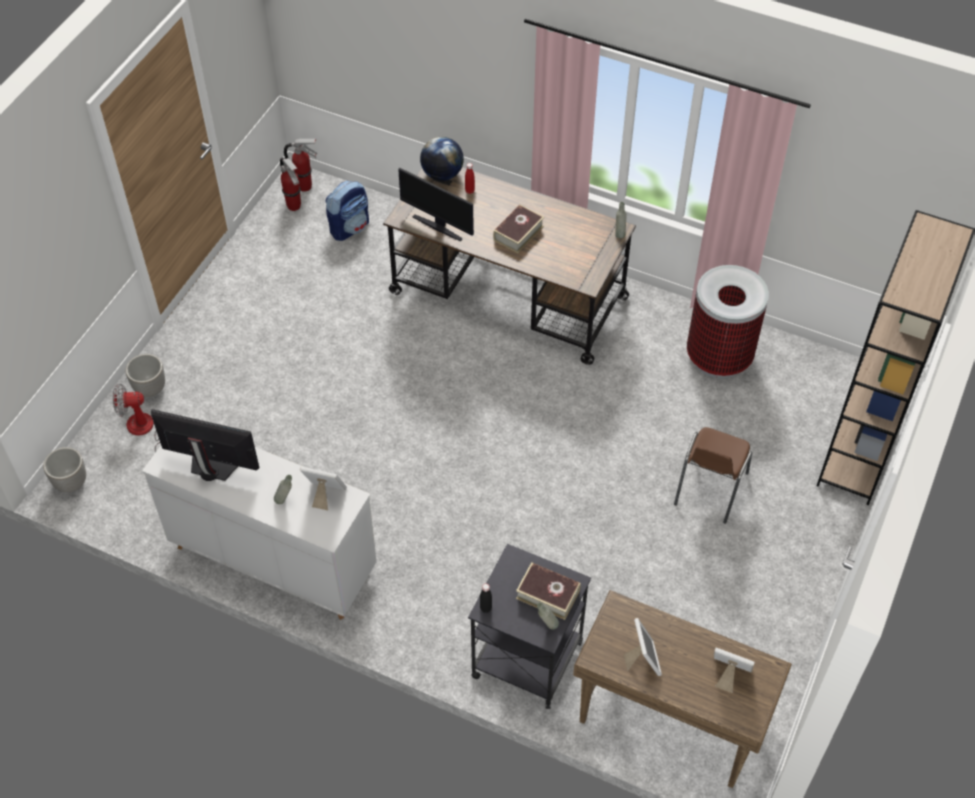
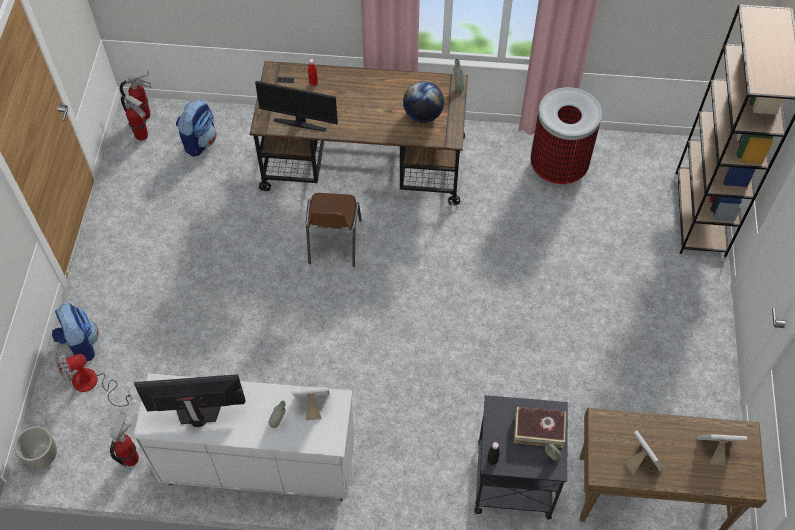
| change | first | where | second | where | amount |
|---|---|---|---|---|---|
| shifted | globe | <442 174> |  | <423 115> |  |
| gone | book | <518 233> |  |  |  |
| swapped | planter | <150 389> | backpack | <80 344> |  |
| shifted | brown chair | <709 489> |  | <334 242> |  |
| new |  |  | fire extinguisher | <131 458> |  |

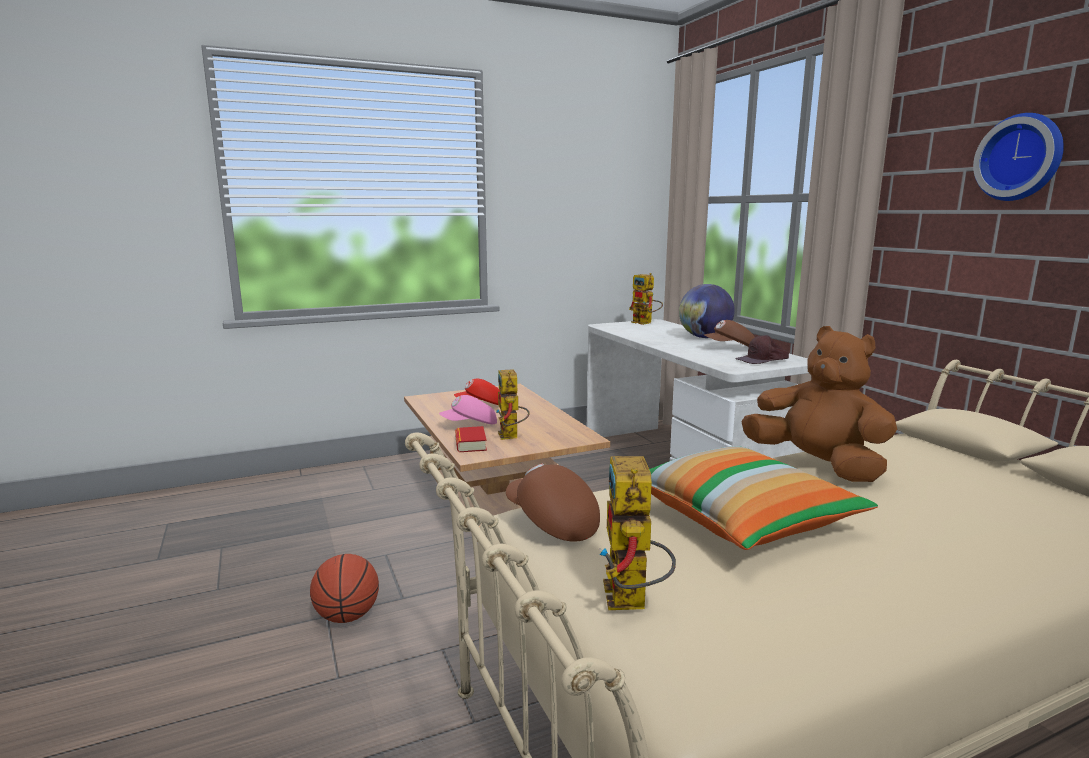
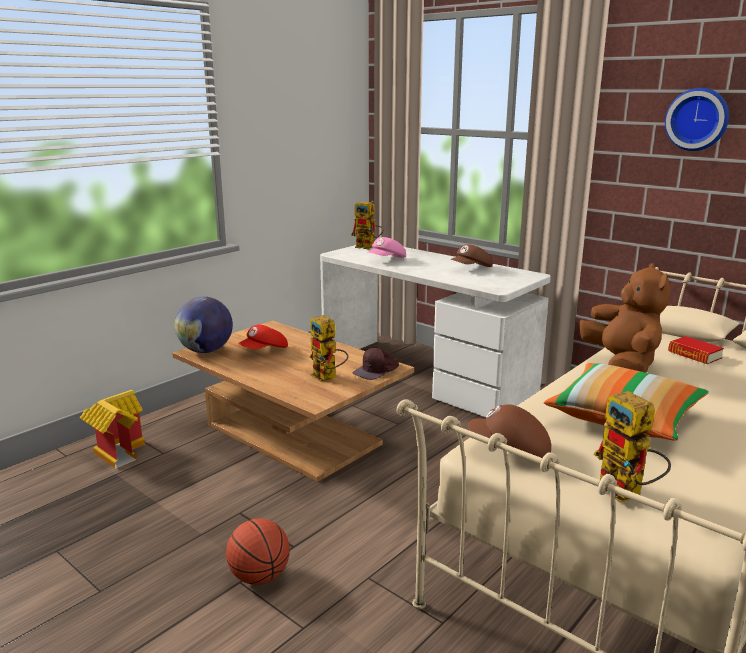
| change | first | where | second | where | amount |
|---|---|---|---|---|---|
| shifted | globe | <704 337> |  | <206 351> |  |
| rotated | brown plush toy | <816 465> |  | <621 365> | 60 degrees clockwise |
| shifted | brown cap | <762 360> |  | <377 370> |  |
| shifted | pink cap | <470 425> |  | <387 260> |  |
| shifted | book | <470 444> |  | <694 355> |  |
| new |  |  | toy house | <118 451> |  |

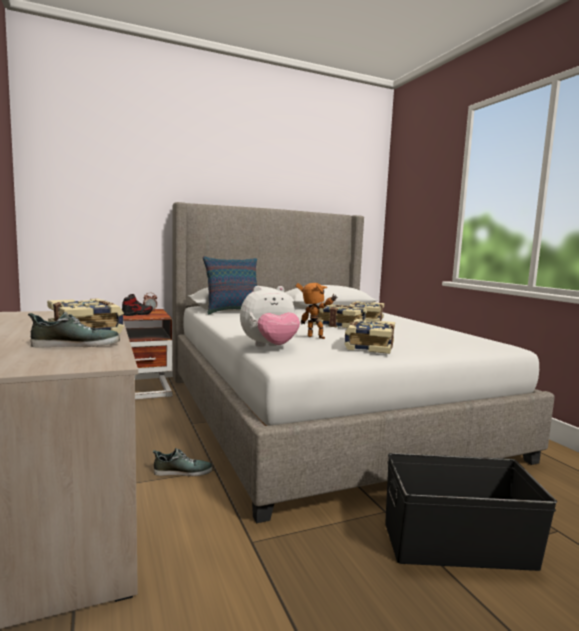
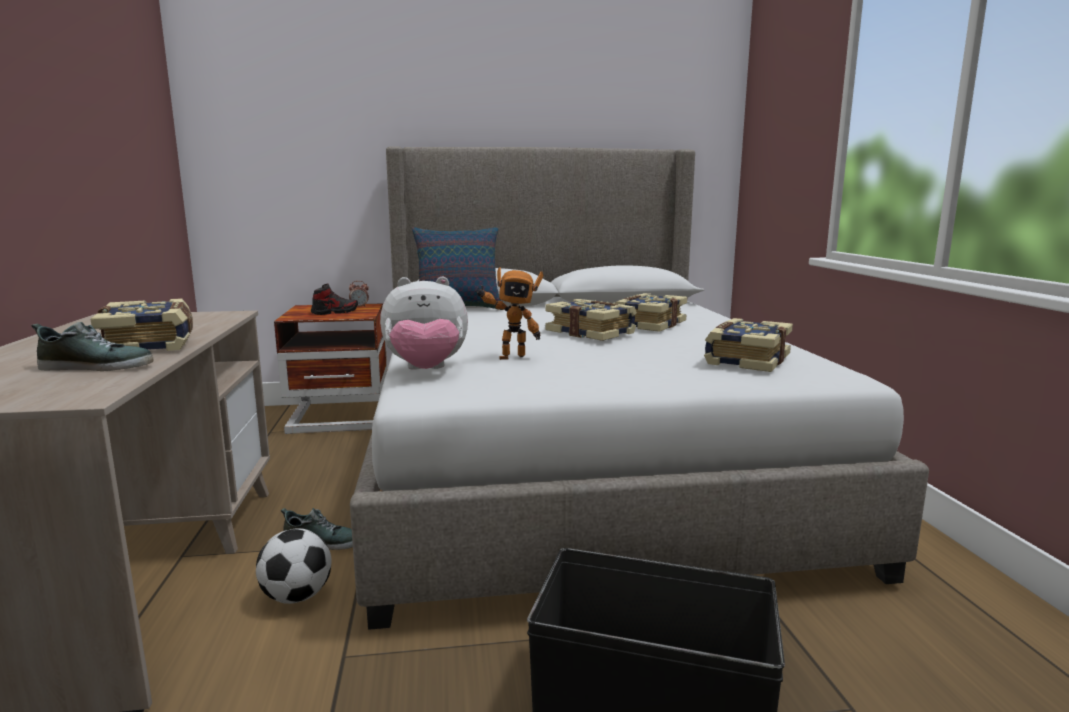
| change | first | where | second | where | amount |
|---|---|---|---|---|---|
| rotated | toy robot | <315 338> |  | <510 357> | 120 degrees clockwise |
| shifted | book | <368 346> |  | <745 360> |  |
| new |  |  | football | <297 596> |  |

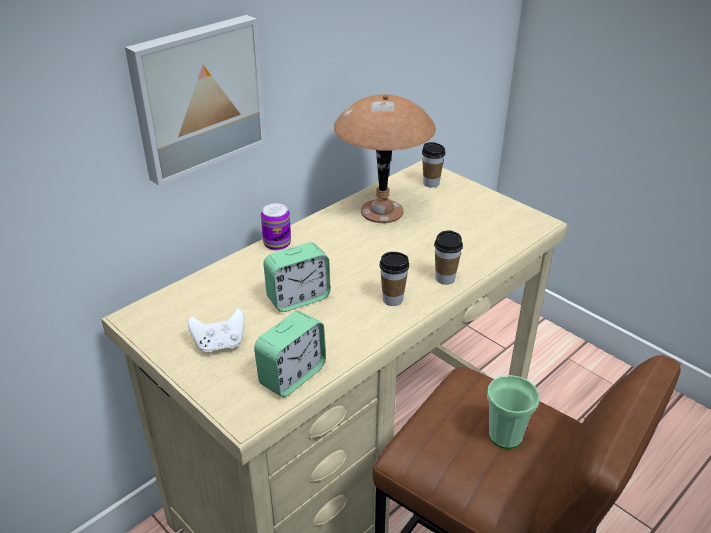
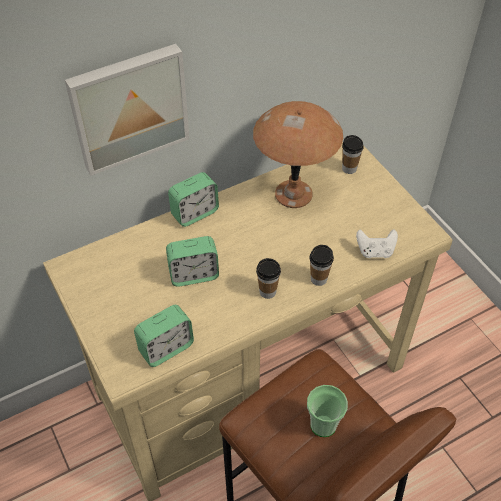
| change | first | where | second | where | amount |
|---|---|---|---|---|---|
| swapped | can | <277 243> | alarm clock | <194 213> |  |
| shifted | white game controller | <219 344> |  | <375 251> |  |

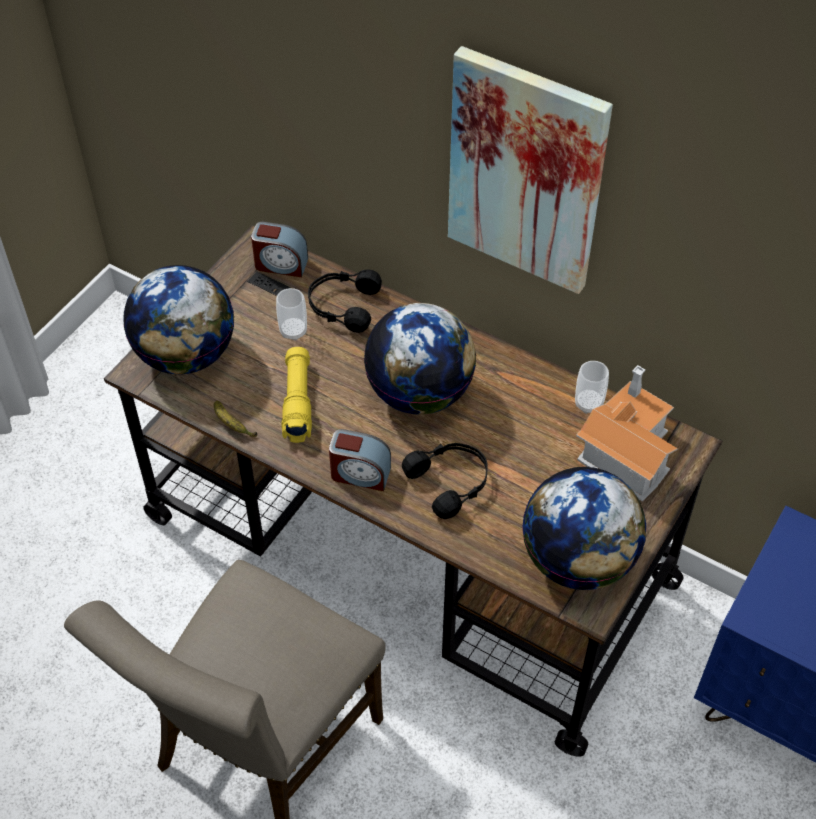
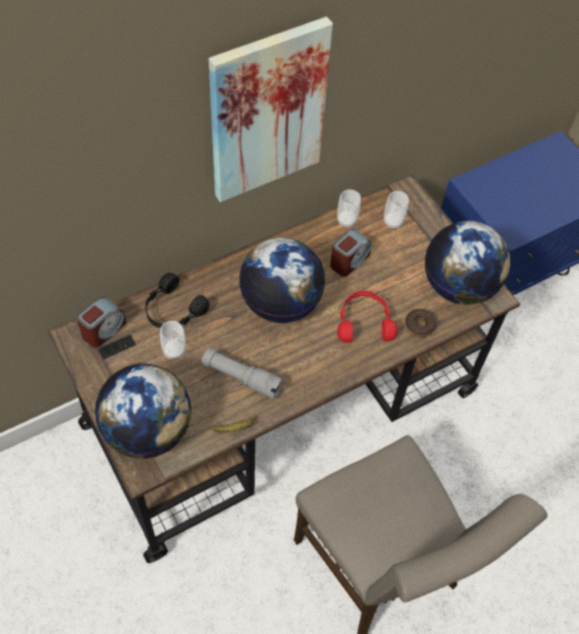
| change | first | where | second | where | amount |
|---|---|---|---|---|---|
| repainted | yellow flashlight | <298 402> | grey flashlight | <241 378> |  |
| swapped | toy house | <625 451> | cup | <393 222> |  |
| shifted | alarm clock | <360 474> |  | <349 261> |  |
| repainted | black headphones | <450 482> | red headphones | <364 322> |  |
| new |  |  | donut | <419 325> |  |

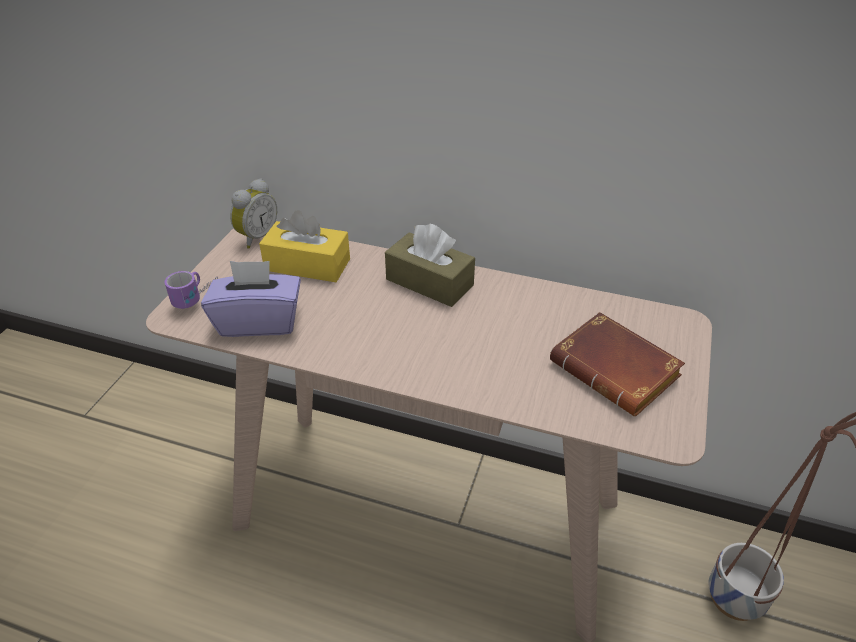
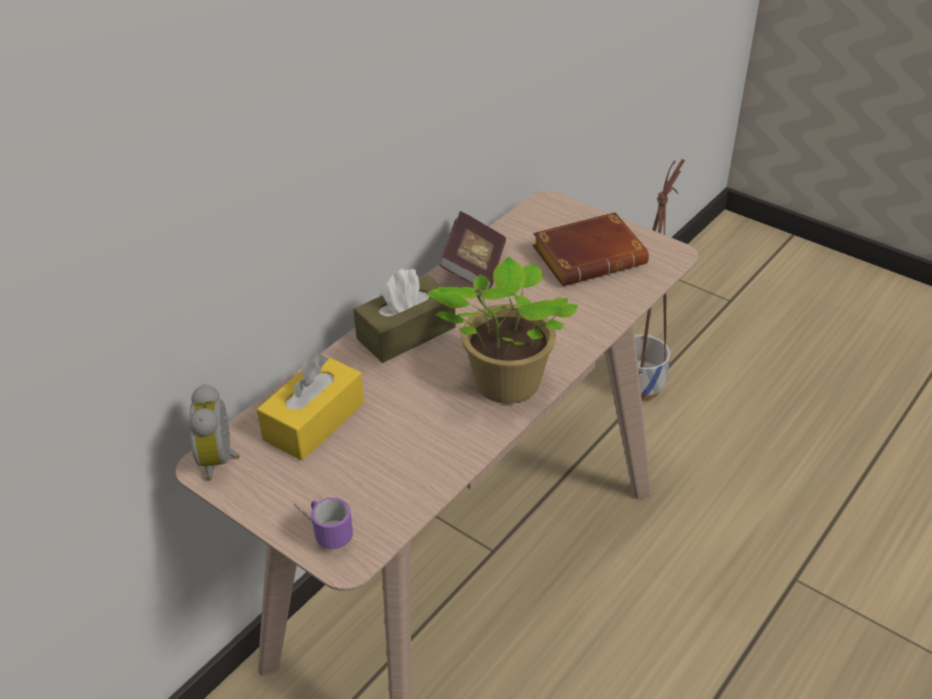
| change | first | where | second | where | amount |
|---|---|---|---|---|---|
| rotated | alarm clock | <256 237> |  | <221 460> | 150 degrees counterclockwise |
| gone | purple tissue box | <259 321> |  |  |  |
| new |  |  | book | <473 267> |  |
| new |  |  | potted plant | <503 385> |  |

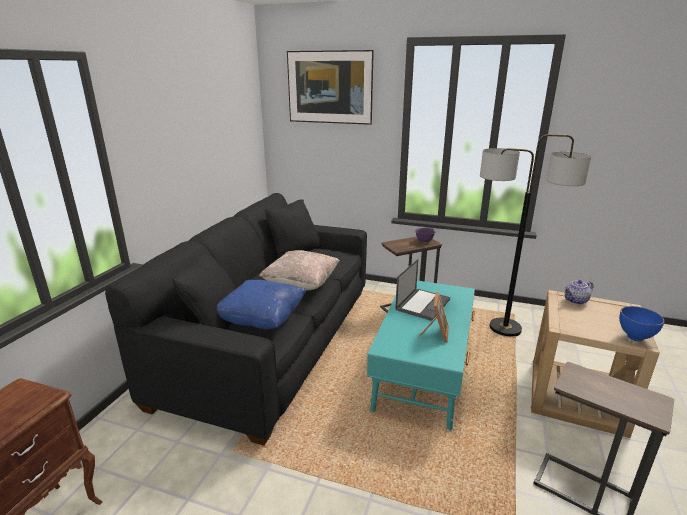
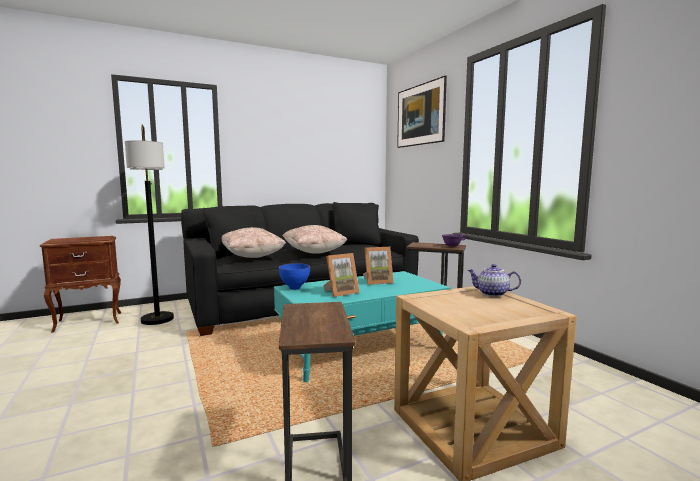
| change | first | where | second | where | amount |
|---|---|---|---|---|---|
| shifted | floor lamp | <505 328> |  | <157 319> |  |
| swapped | laptop | <423 304> | picture frame | <377 282> |  |
| repainted | blue pillow | <261 320> | beige pillow | <252 256> |  |
| shifted | blue bowl | <635 338> |  | <294 288> |  |

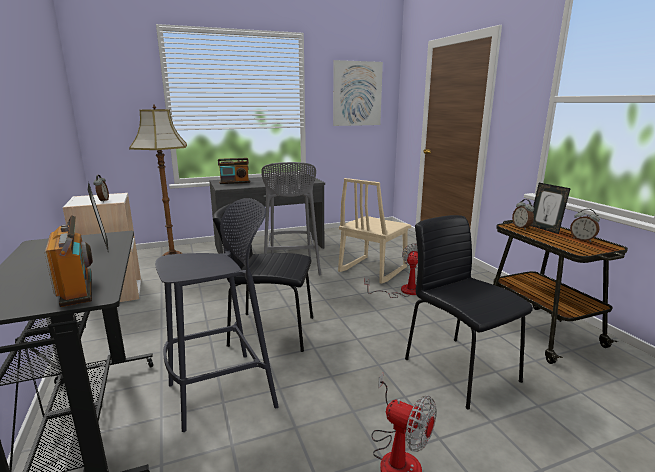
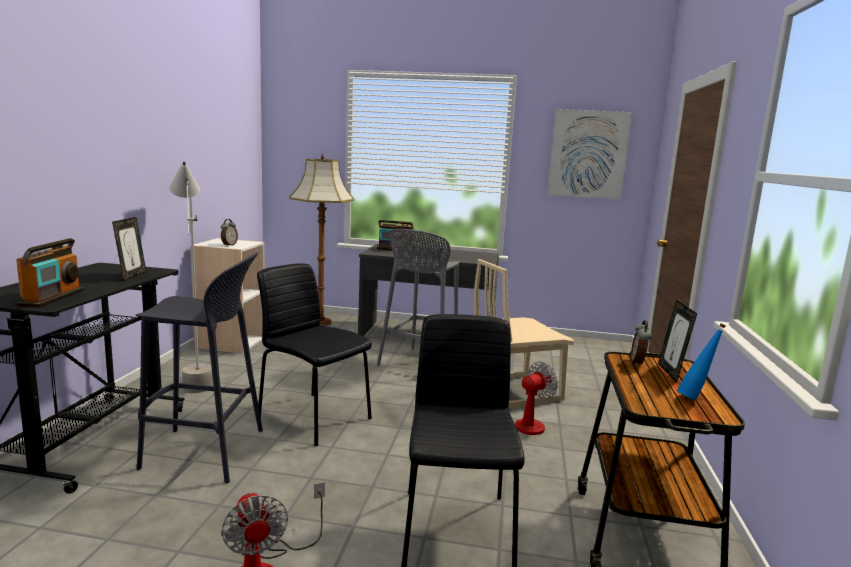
| change | first | where | second | where | amount |
|---|---|---|---|---|---|
| swapped | alarm clock | <582 239> | blue bottle | <695 398> |  |
| new |  |  | grey floor lamp | <195 378> |  |

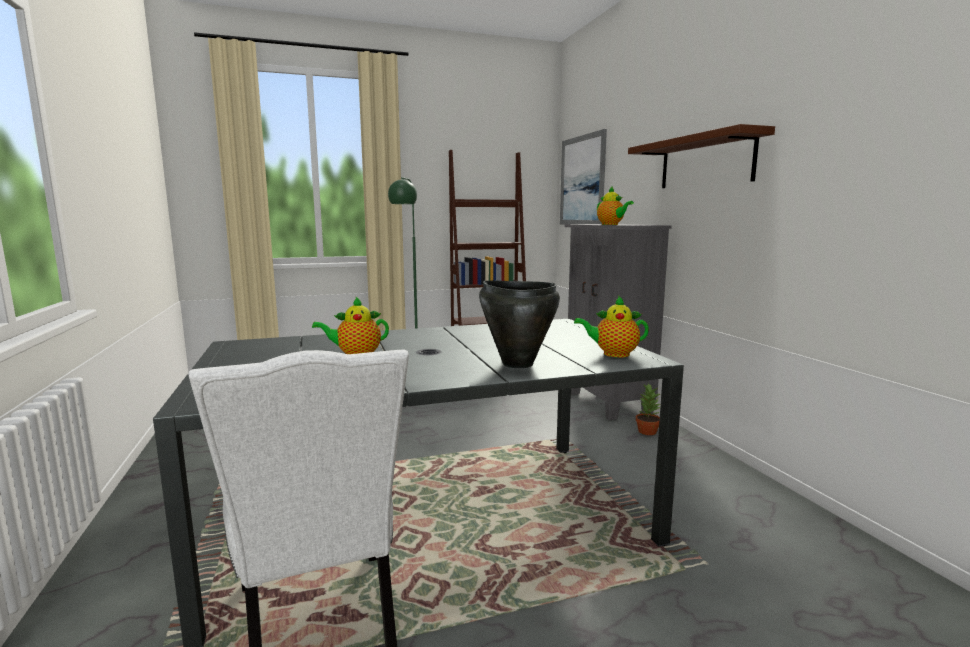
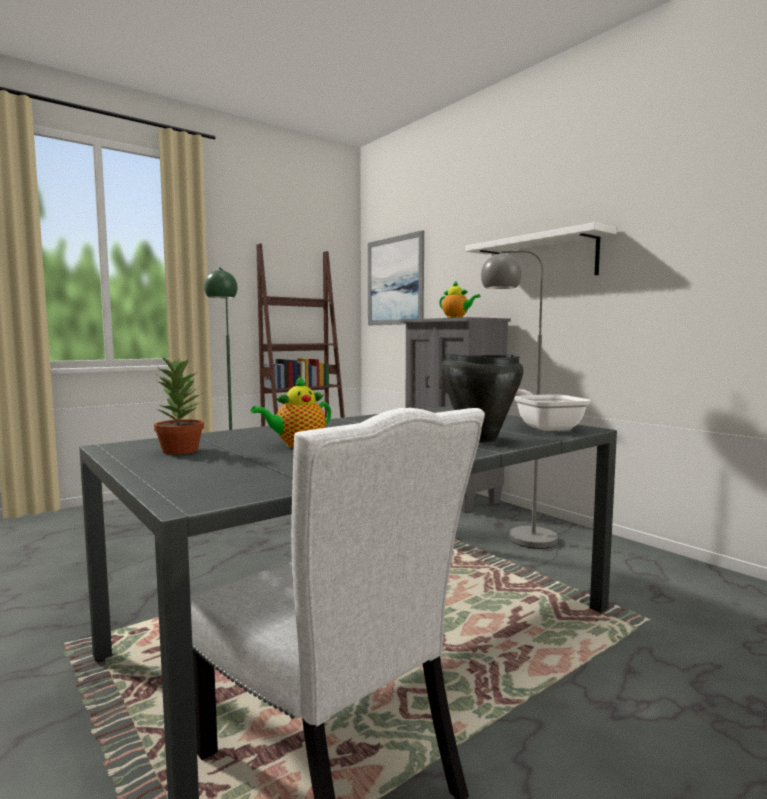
| change | first | where | second | where | amount |
|---|---|---|---|---|---|
| repainted | brown shelf | <705 162> | white shelf | <543 259> |  |
| swapped | teapot | <613 354> | frying pan | <546 427> |  |
| shifted | potted plant | <647 431> |  | <180 450> |  |
| new |  |  | grey floor lamp | <518 539> |  |

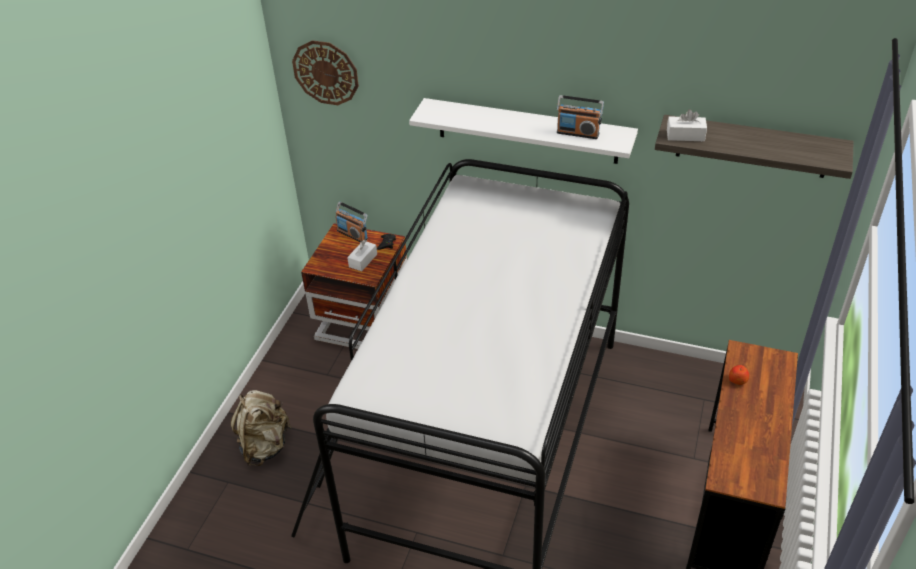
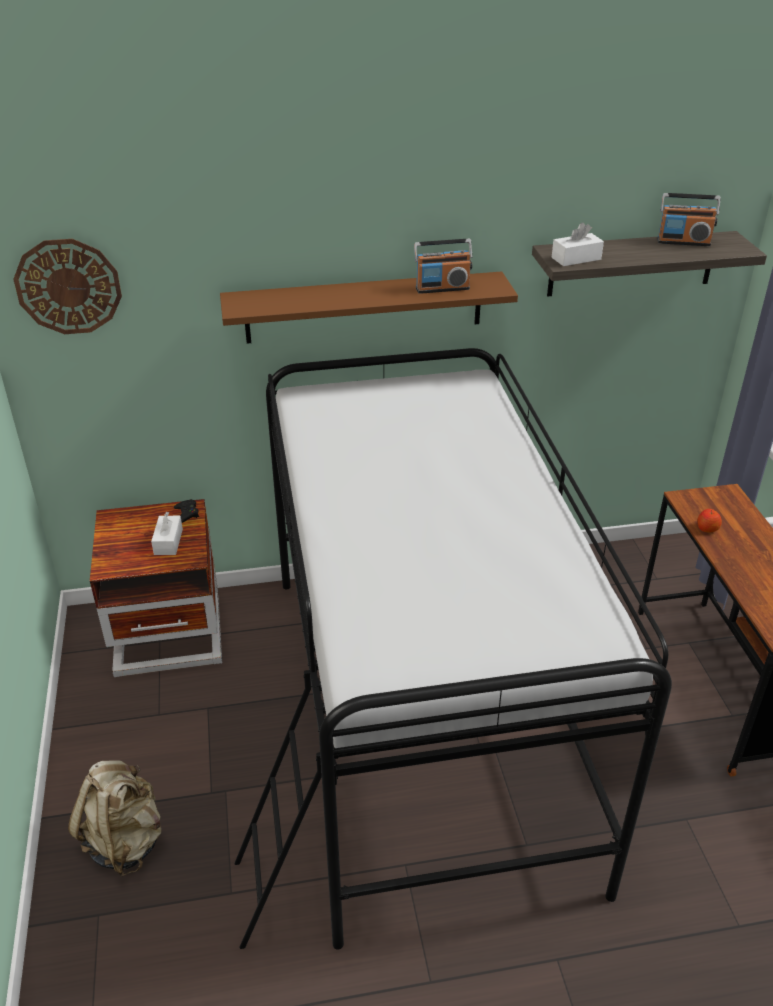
| change | first | where | second | where | amount |
|---|---|---|---|---|---|
| repainted | white shelf | <527 131> | brown shelf | <364 307> |  |
| shifted | radio | <352 234> |  | <683 242> |  |

